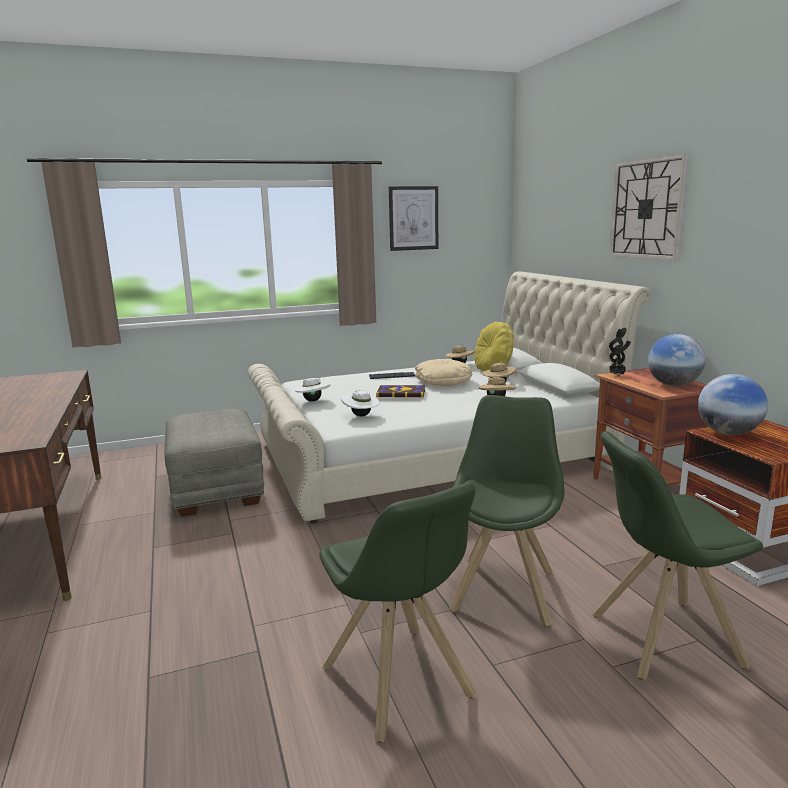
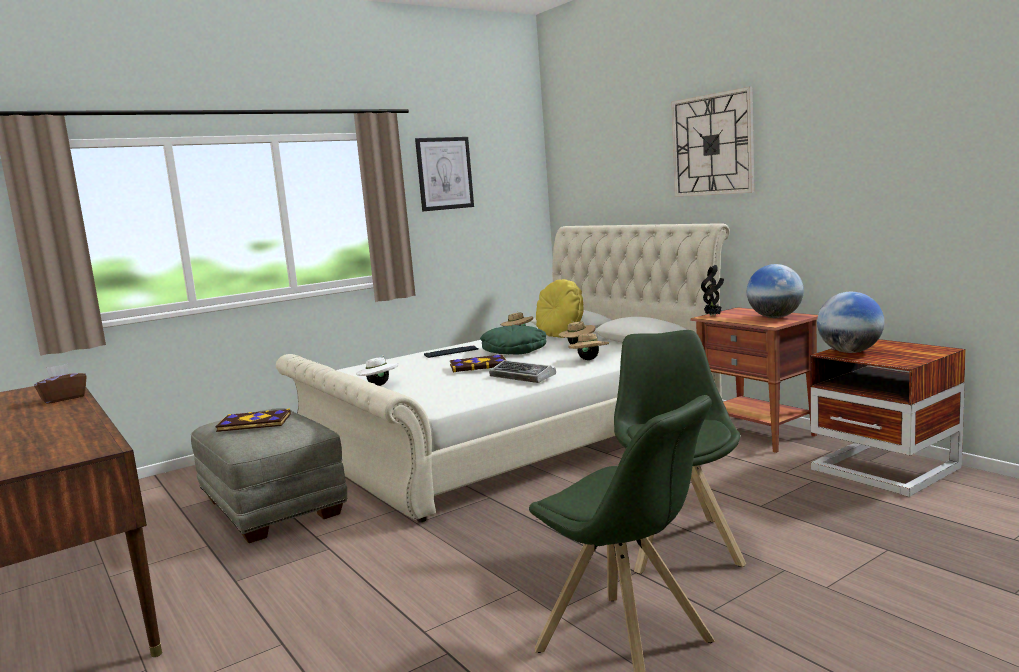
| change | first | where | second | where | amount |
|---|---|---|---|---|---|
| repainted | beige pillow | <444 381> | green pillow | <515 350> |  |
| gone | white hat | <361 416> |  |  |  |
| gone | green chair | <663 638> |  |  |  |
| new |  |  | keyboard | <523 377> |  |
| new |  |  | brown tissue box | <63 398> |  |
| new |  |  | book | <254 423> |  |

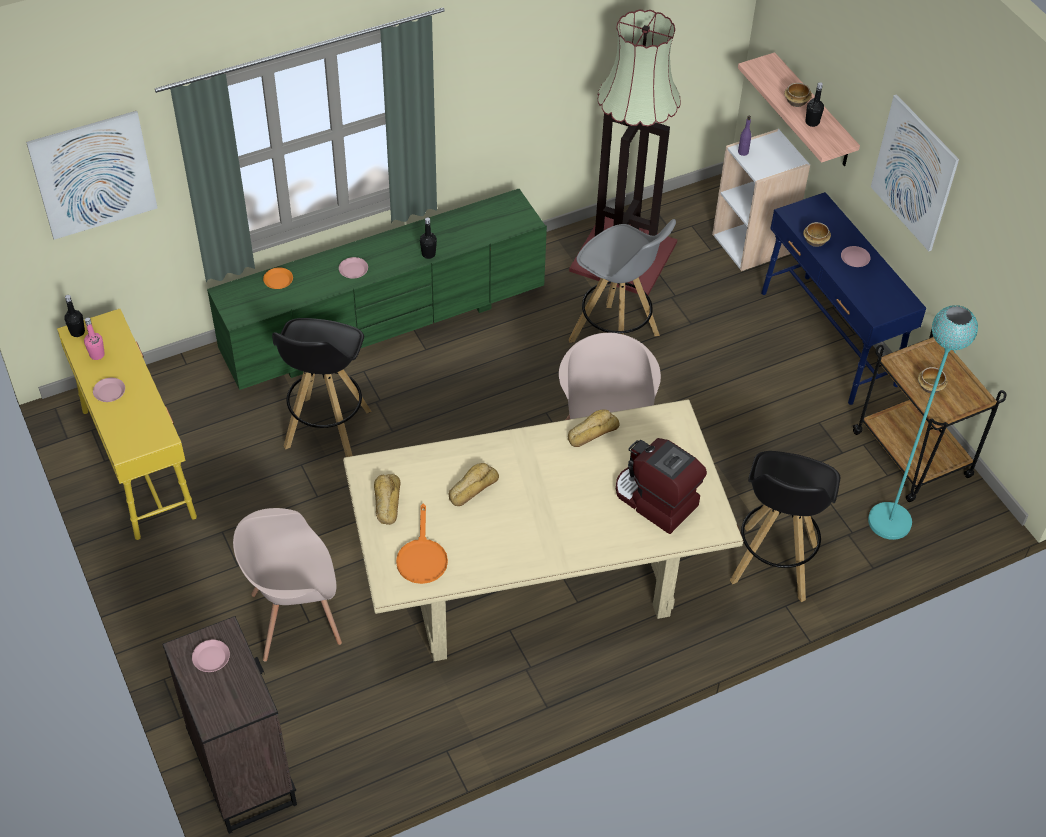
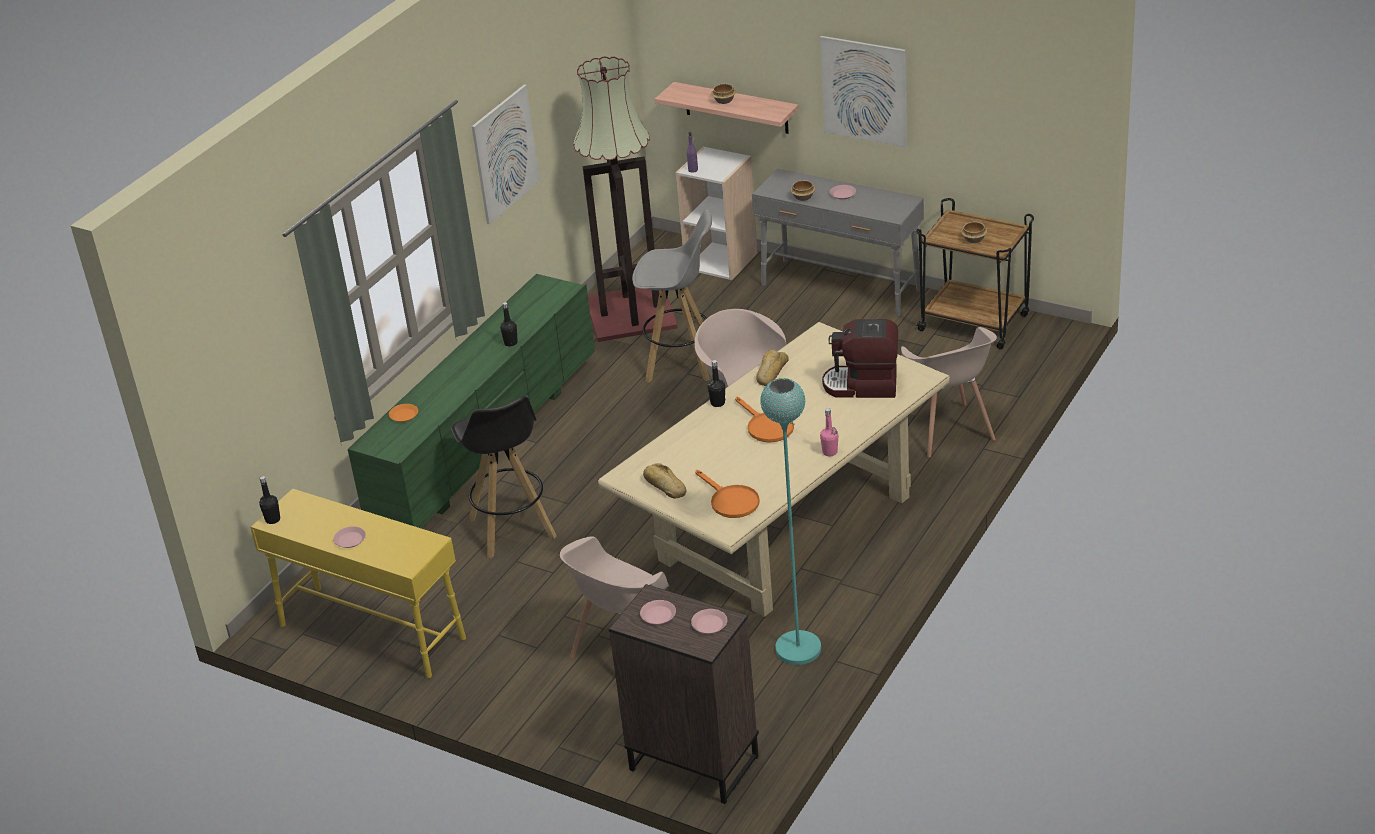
| change | first | where | second | where | amount |
|---|---|---|---|---|---|
| shifted | black bottle | <812 122> |  | <717 403> |  |
| shifted | picture | <93 175> |  | <505 154> |  |
| repainted | blue console table | <827 339> | grey console table | <840 288> |  |
| shifted | pink plate | <353 270> |  | <709 624> |  |
| shifted | turquoise floor lamp | <890 522> |  | <799 649> |  |
| shifted | pink bottle | <97 355> |  | <830 452> |  |
| swapped | black stool | <772 565> | beige chair | <948 431> |  |
| gone | bread | <472 487> |  |  |  |
| new |  |  | orange frying pan | <766 427> |  |

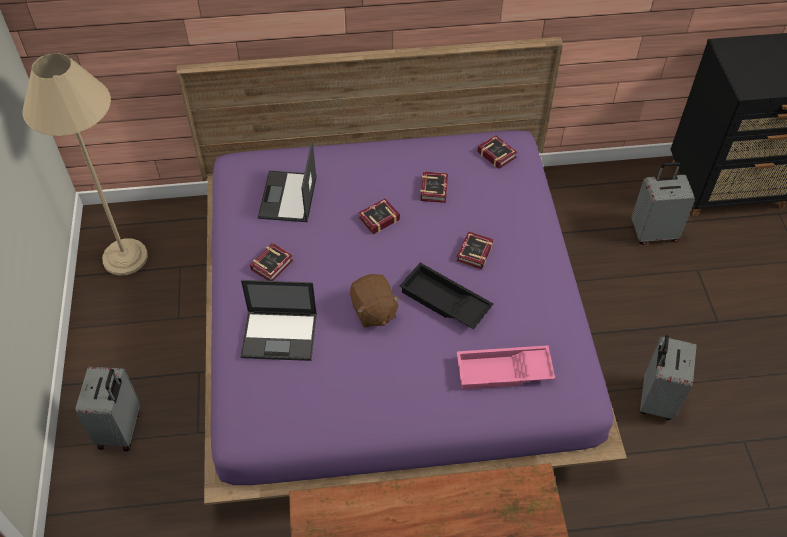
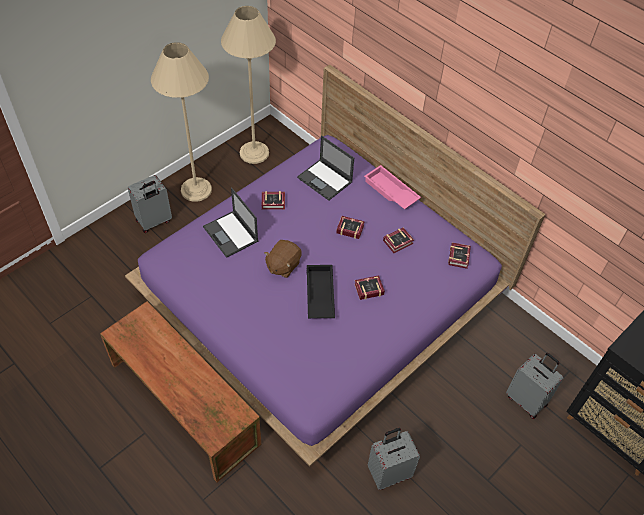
| change | first | where | second | where | amount |
|---|---|---|---|---|---|
| rotated | laptop | <288 197> |  | <325 180> | 105 degrees counterclockwise |
| shifted | pink tray | <503 372> |  | <390 191> |  |
| new |  |  | beige floor lamp | <196 190> |  |

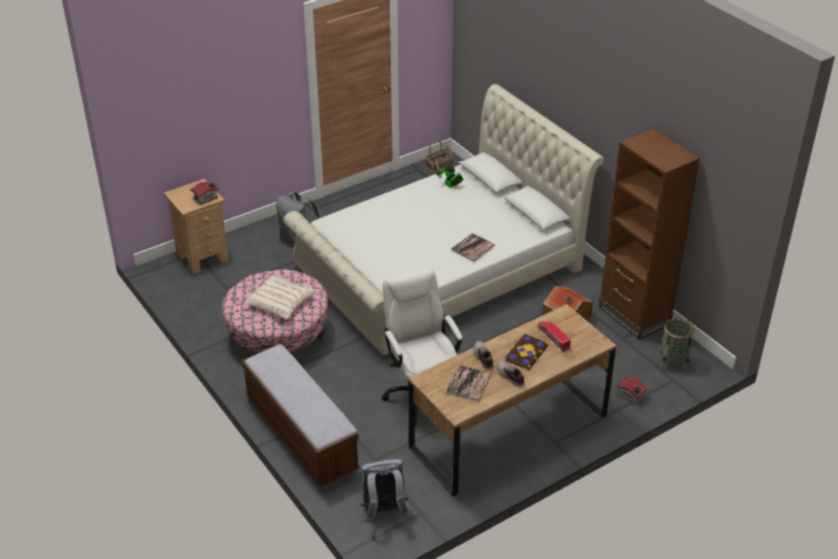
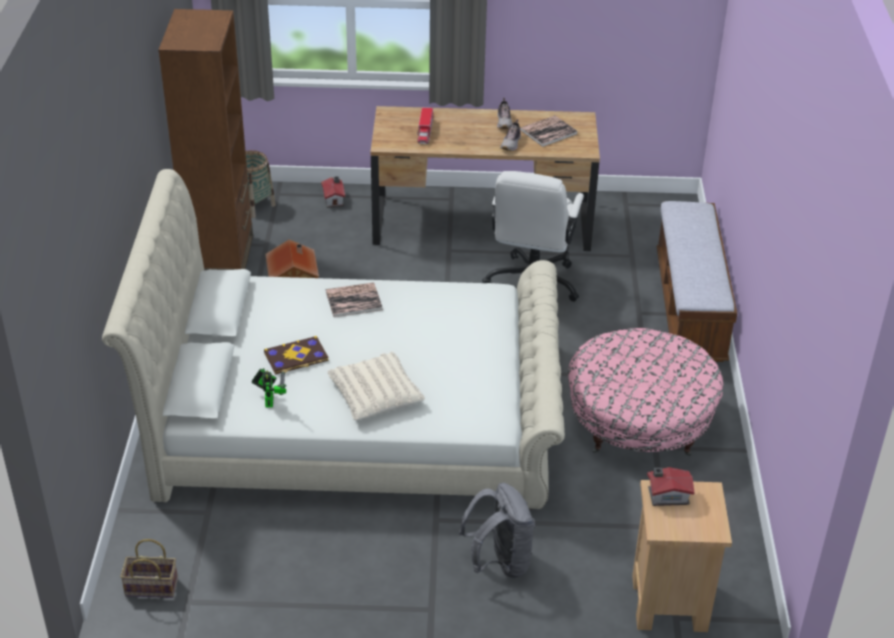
| change | first | where | second | where | amount |
|---|---|---|---|---|---|
| shifted | beige pillow | <281 302> |  | <375 394> |  |
| shifted | book | <526 353> |  | <296 357> |  |
| gone | grey backpack | <384 511> |  |  |  |

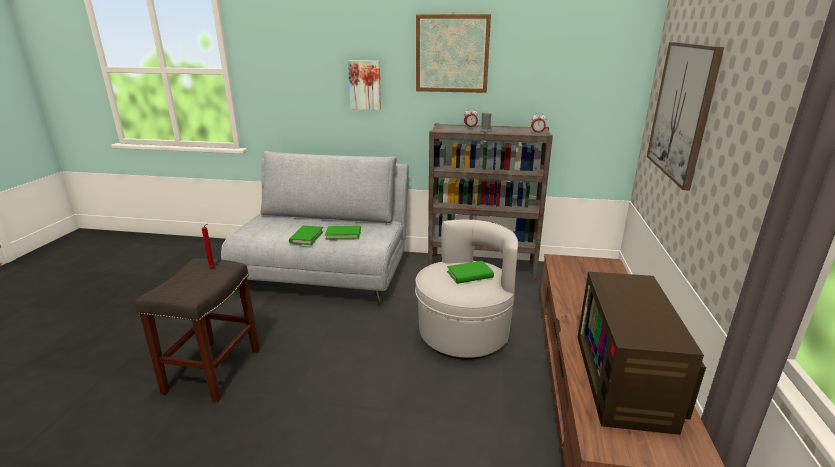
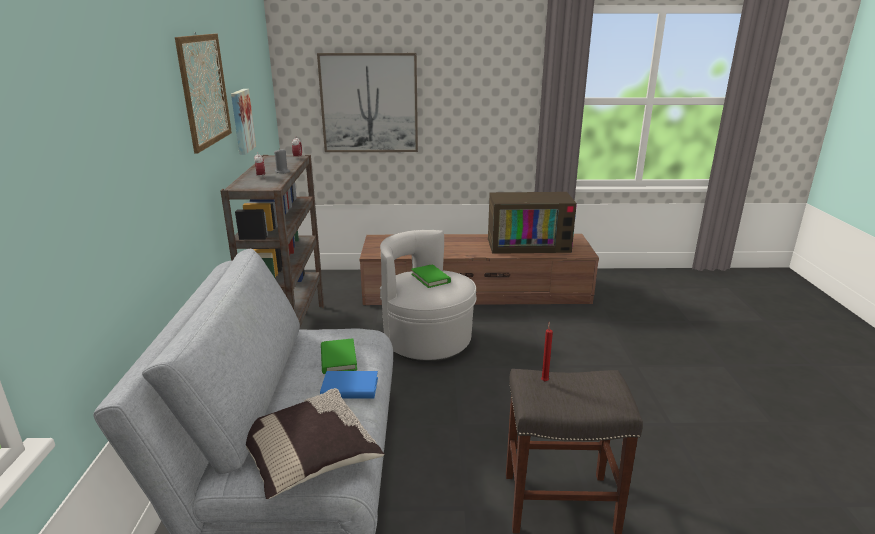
| change | first | where | second | where | amount |
|---|---|---|---|---|---|
| shifted | picture | <365 85> |  | <241 121> |  |
| repainted | green book | <306 237> | blue book | <350 388> |  |
| new |  |  | pillow | <308 455> |  |

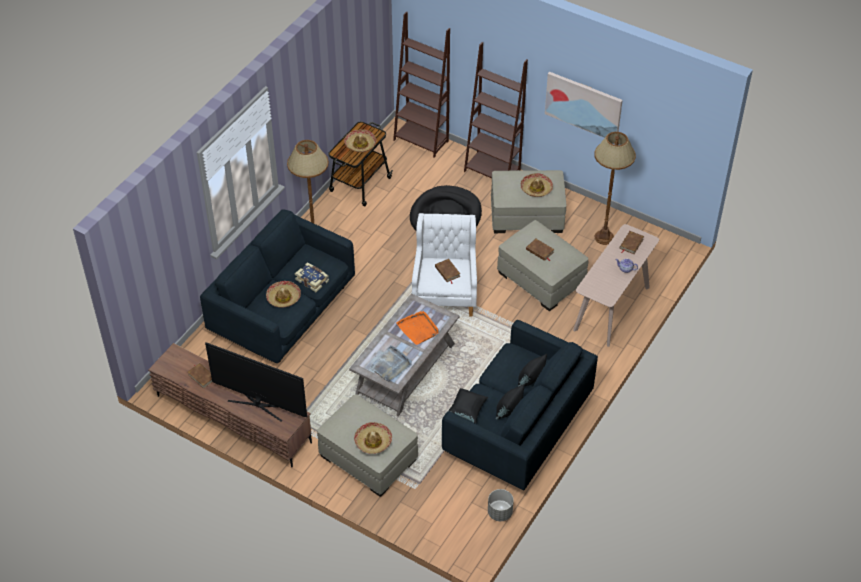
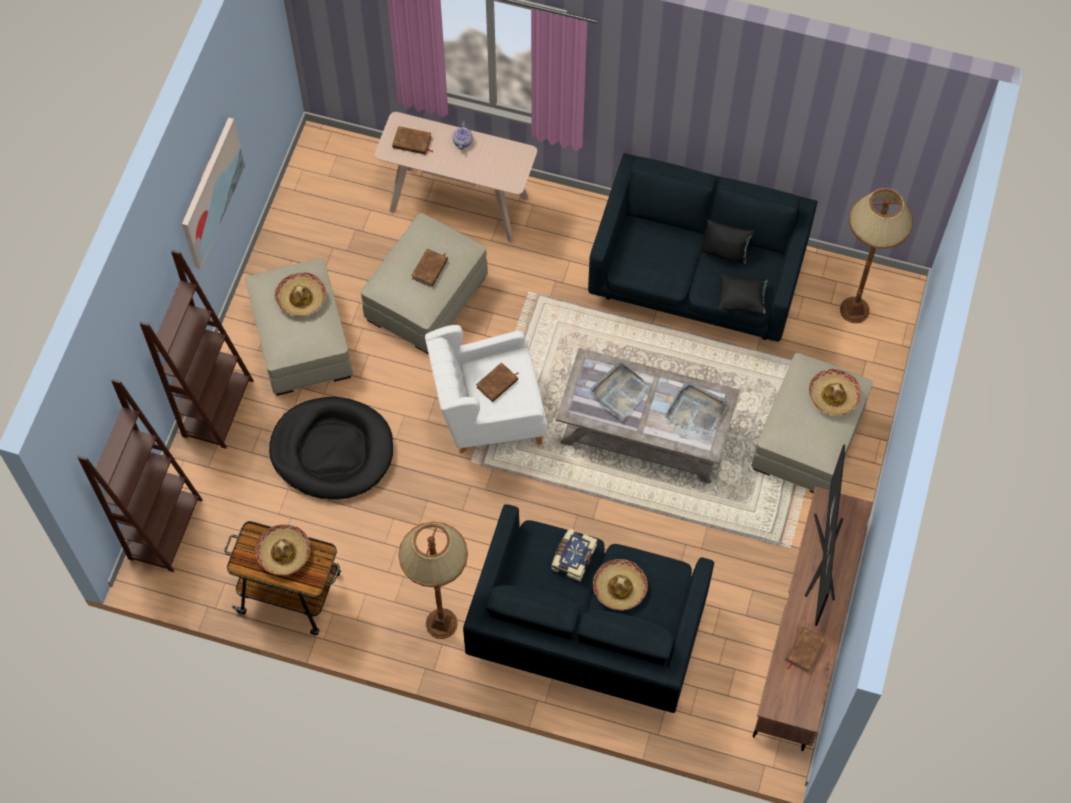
| change | first | where | second | where | amount |
|---|---|---|---|---|---|
| shifted | brown floor lamp | <604 237> |  | <854 310> |  |
| repainted | orange tray | <418 329> | grey tray | <619 392> |  |
| gone | black pillow | <531 379> |  |  |  |
| gone | grey planter | <500 513> |  |  |  |

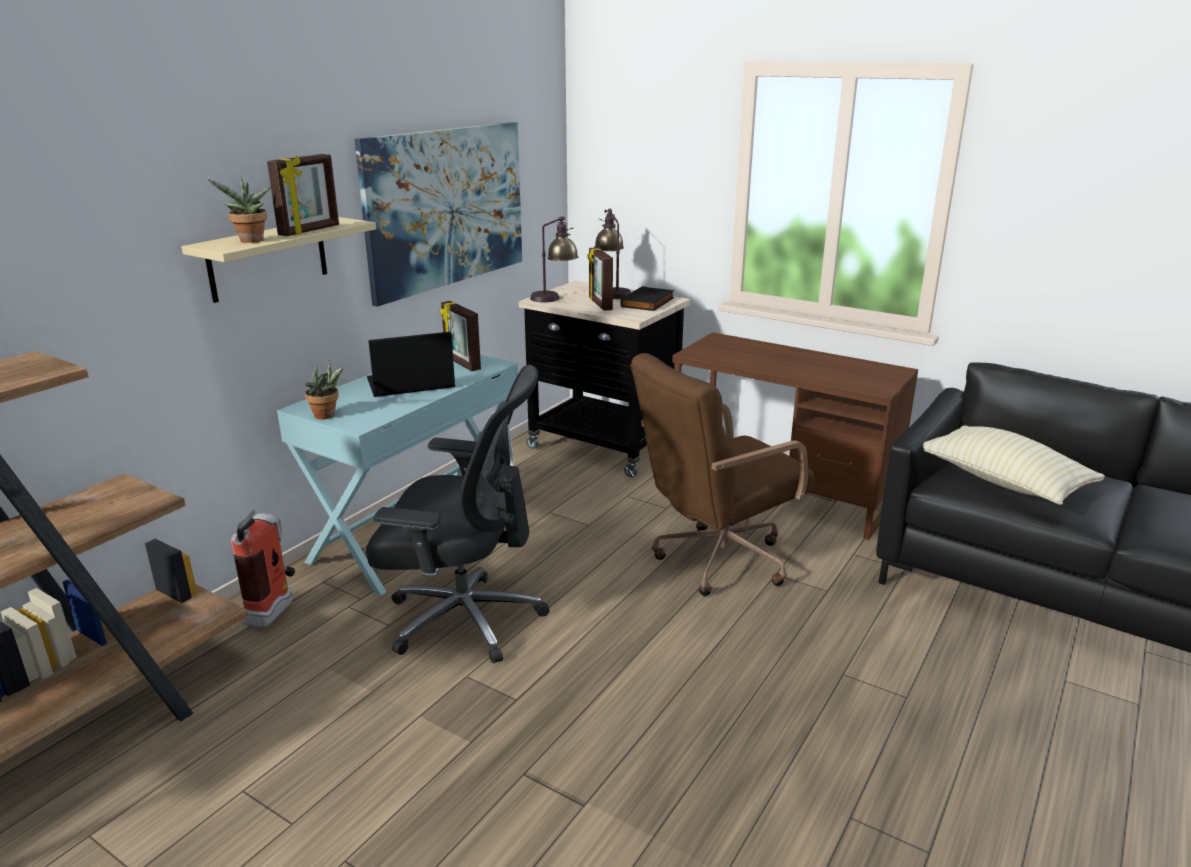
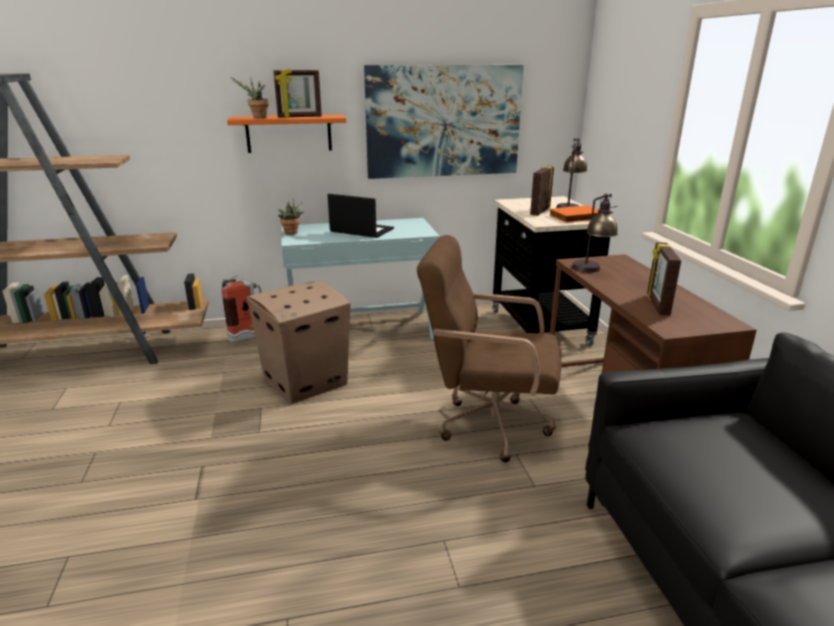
| change | first | where | second | where | amount |
|---|---|---|---|---|---|
| shifted | table lamp | <554 300> |  | <591 271> |  |
| repainted | beige shelf | <268 259> | orange shelf | <289 133> |  |
| repainted | black book | <648 303> | orange book | <577 217> |  |
| shifted | picture frame | <461 364> |  | <657 305> |  |
| swapped | office chair | <462 621> | cardboard box | <304 382> |  |
| gone | beige pillow | <1003 482> |  |  |  |

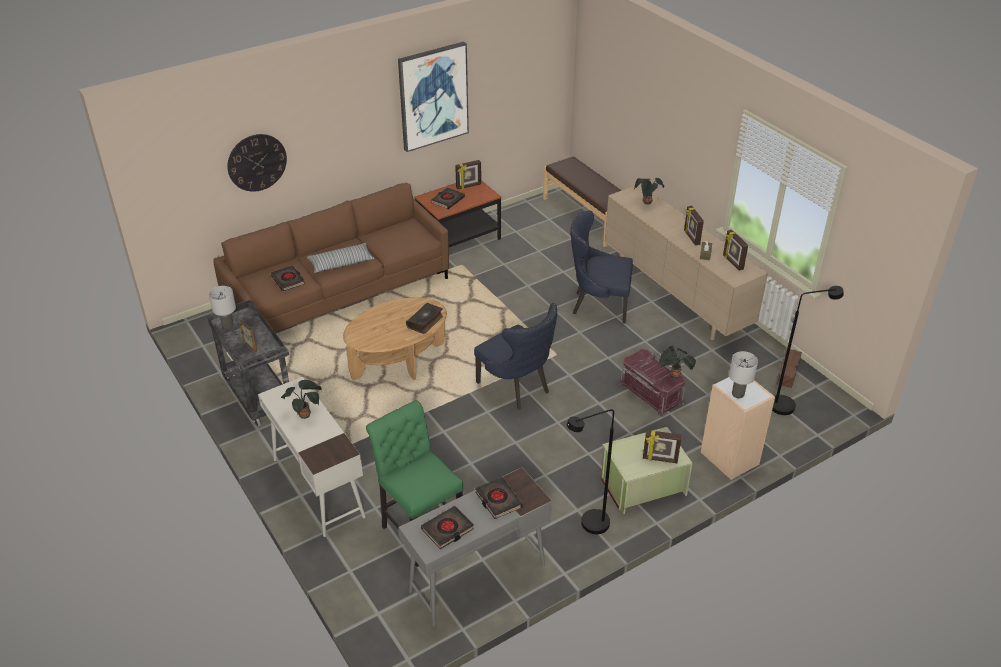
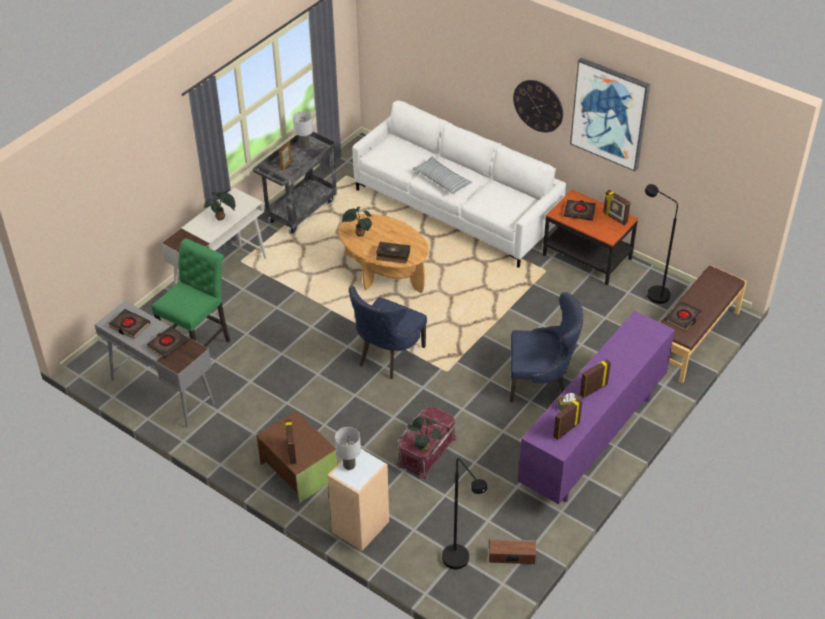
| change | first | where | second | where | amount |
|---|---|---|---|---|---|
| shifted | wall clock | <257 162> |  | <538 105> |  |
| shifted | potted plant | <647 203> |  | <359 234> |  |
| repainted | brown sofa | <339 293> | white sofa | <456 209> |  |
| repainted | beige cabinet | <676 295> | purple cabinet | <593 440> |  |
| rotated | blue chair | <598 305> |  | <541 383> | 105 degrees clockwise |
| shifted | black book | <288 280> |  | <683 318> |  |
| shifted | black floor lamp | <588 526> |  | <652 293> |  |
| repainted | green storage box | <642 485> | brown storage box | <299 470> |  |

